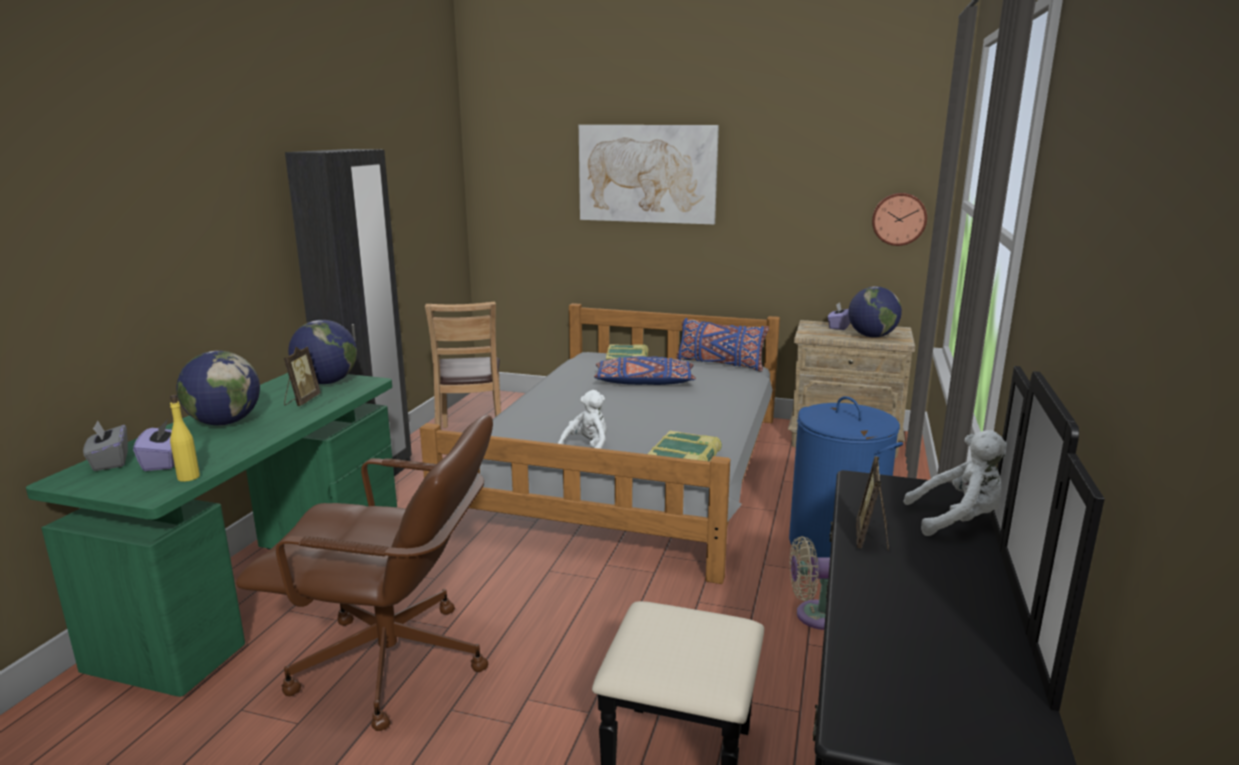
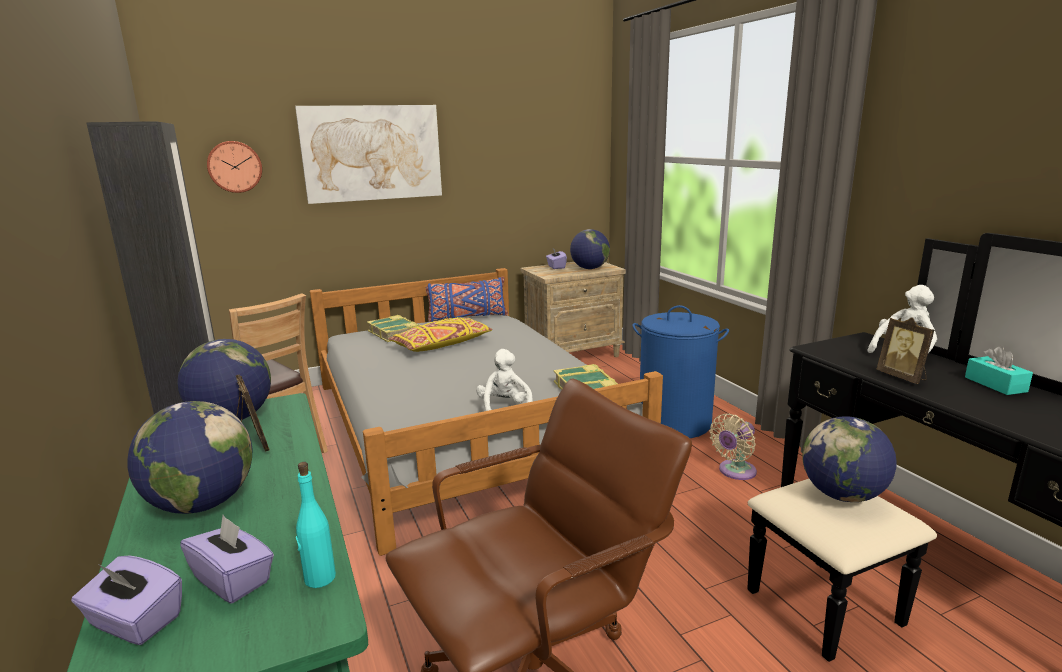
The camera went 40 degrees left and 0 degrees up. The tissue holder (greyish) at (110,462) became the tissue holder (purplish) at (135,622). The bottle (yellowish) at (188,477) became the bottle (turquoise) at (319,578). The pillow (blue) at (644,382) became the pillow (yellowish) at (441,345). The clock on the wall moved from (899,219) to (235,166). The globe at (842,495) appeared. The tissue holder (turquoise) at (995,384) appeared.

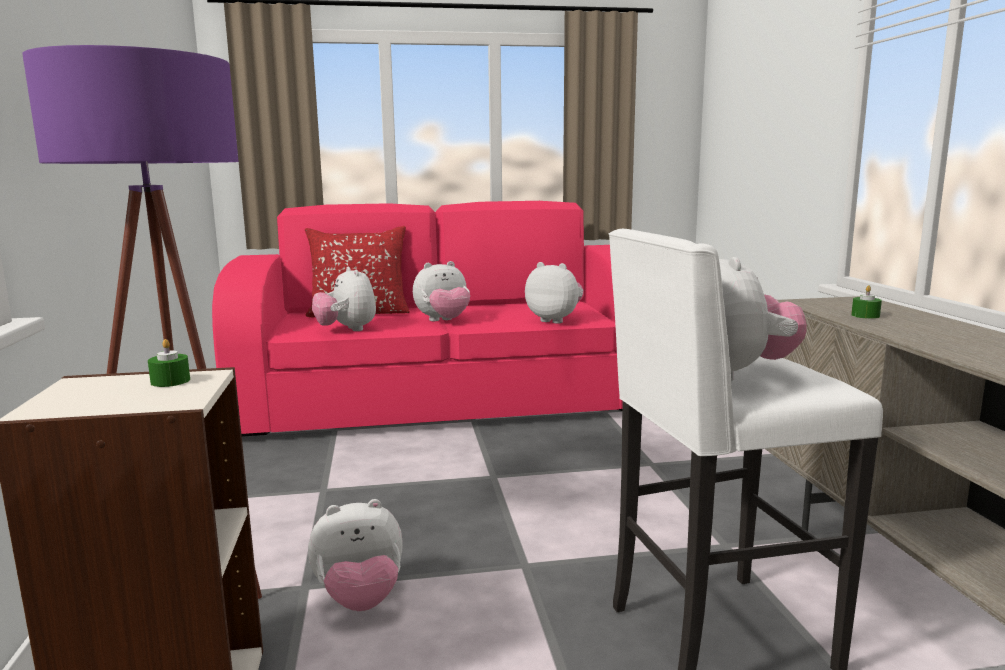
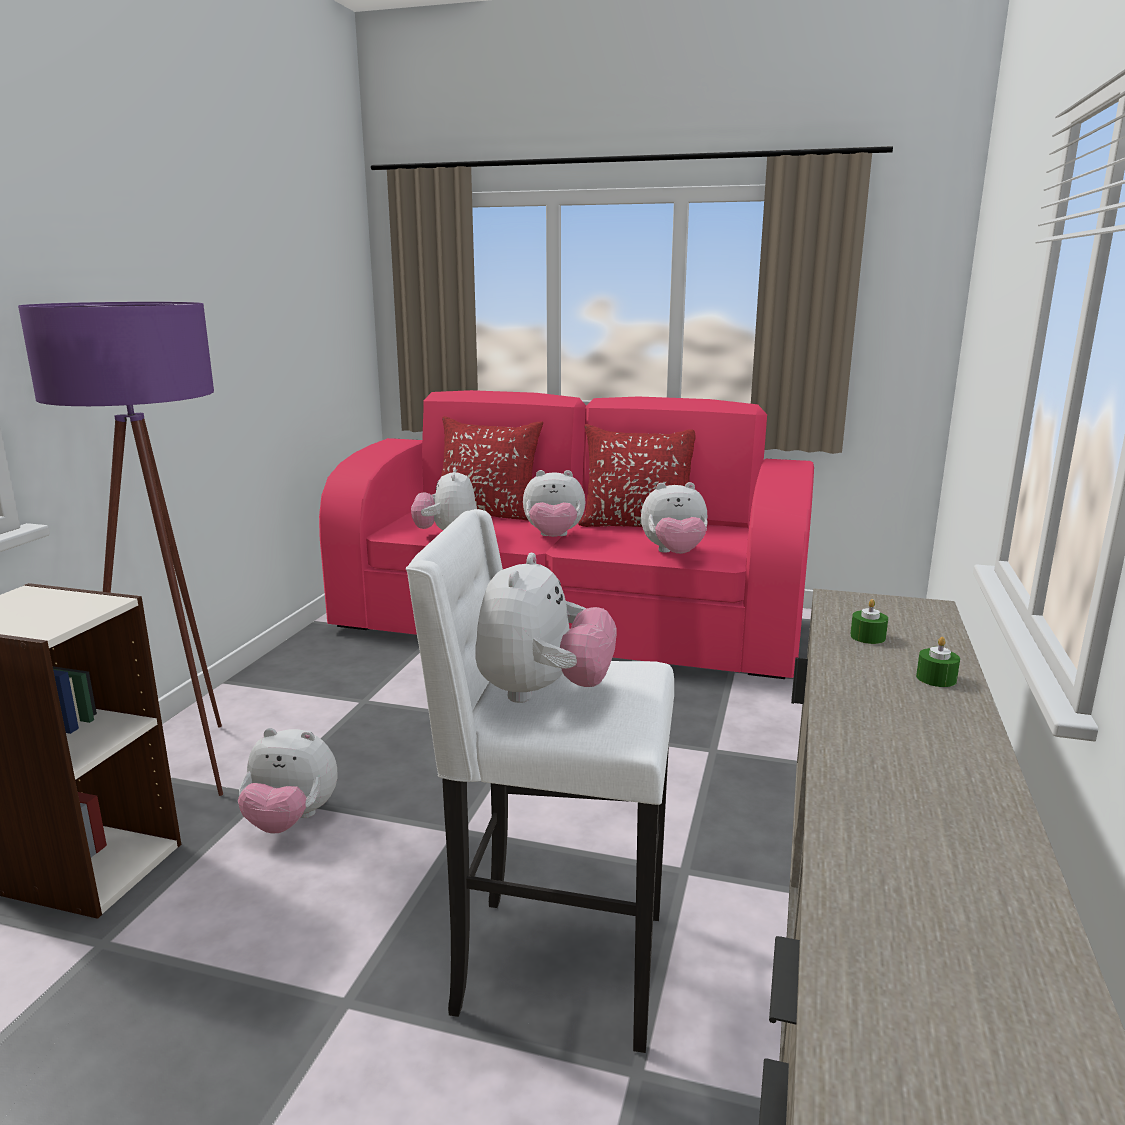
The camera went 25 degrees right and 5 degrees up. The candle (green) moved from (170,381) to (936,678). The plush toy at (555,320) turned 120 degrees clockwise. The pillow (reddish) at (637,525) appeared.

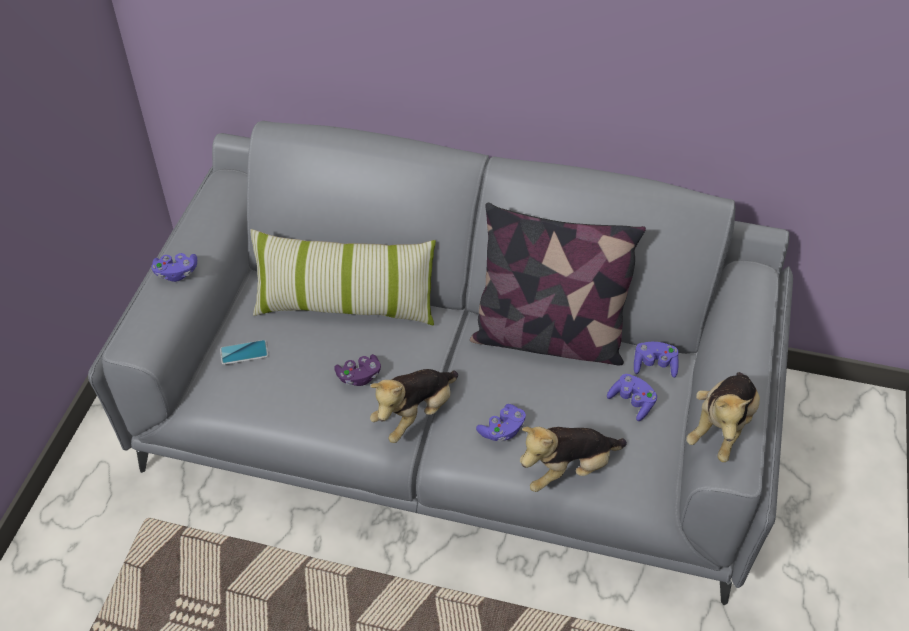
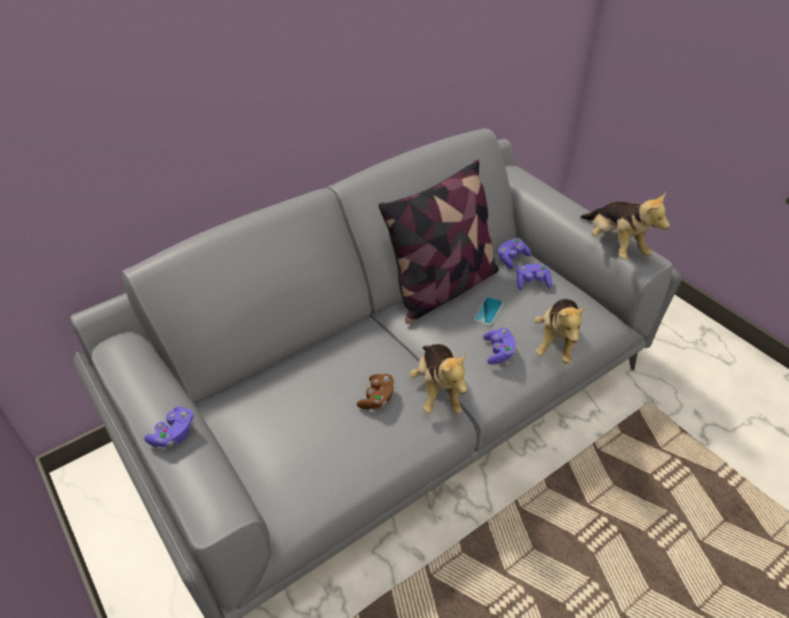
The camera went 50 degrees left and 5 degrees down. The telephone moved from (244,352) to (488,311). The pillow at (345,305) disappeared. The gamepad (purplish) at (359,376) became the gamepad (brownish) at (377,398).

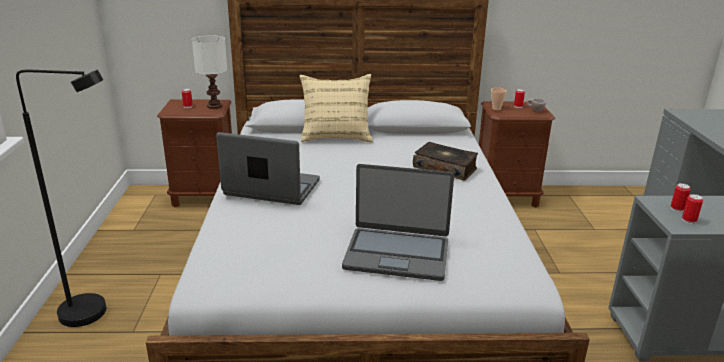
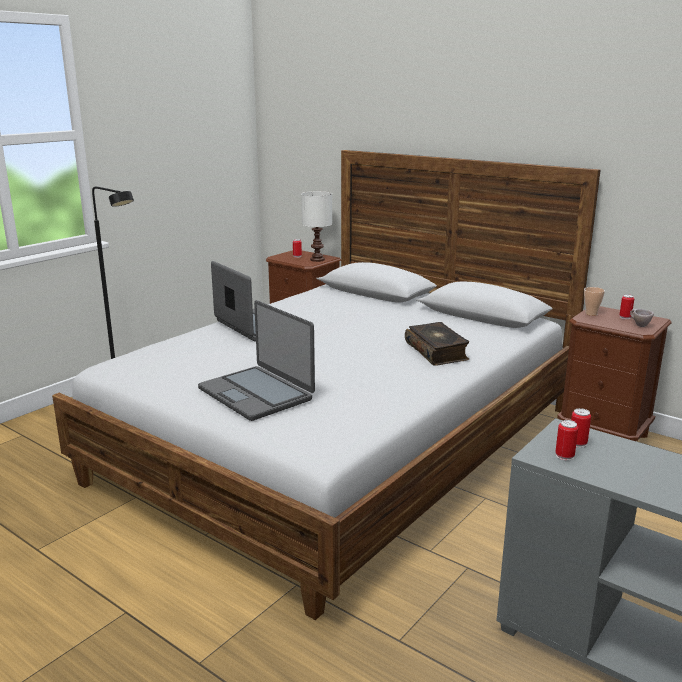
The camera went 40 degrees right and 5 degrees down. The pillow (beige-coloured) at (336,135) disappeared.

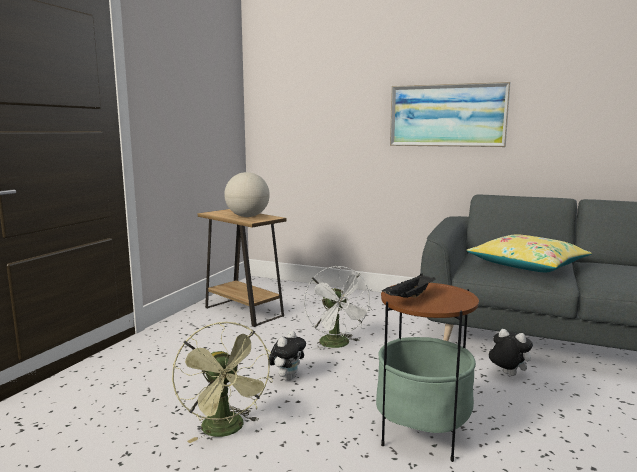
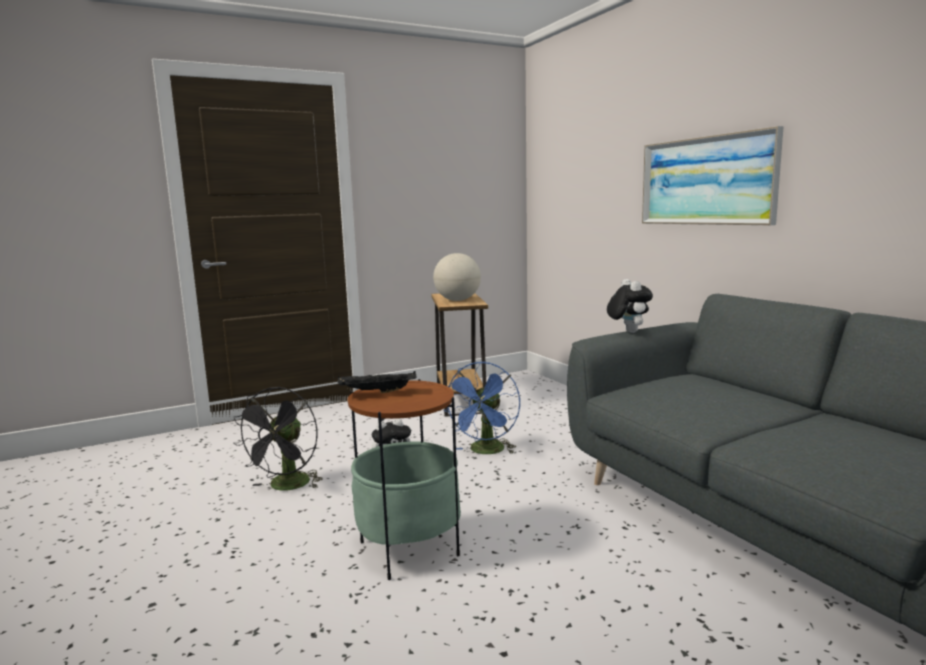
The camera went 40 degrees right and 0 degrees up. The fan (green) at (227,430) became the fan (blackish) at (286,487). The fan (white) at (338,345) became the fan (blue) at (486,451). The pillow (yellowish) at (527,265) disappeared. The plush toy moved from (507,375) to (627,331).

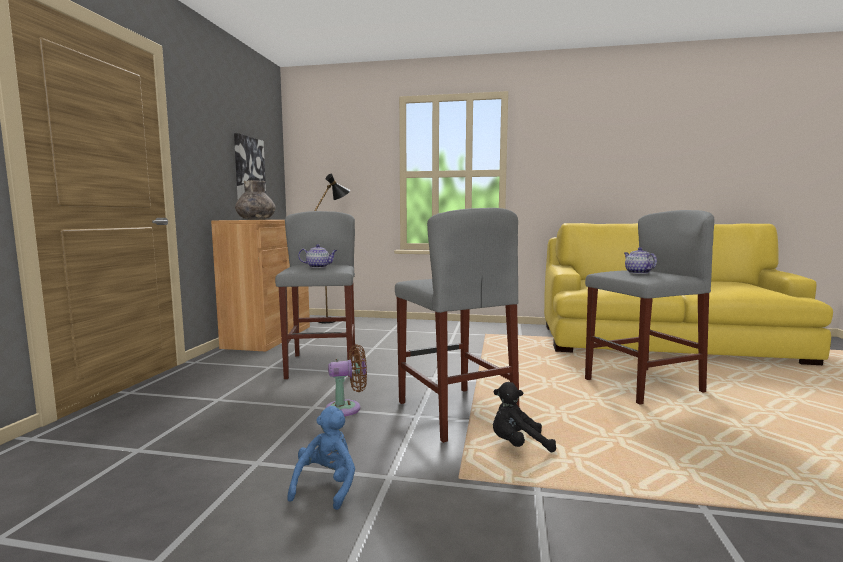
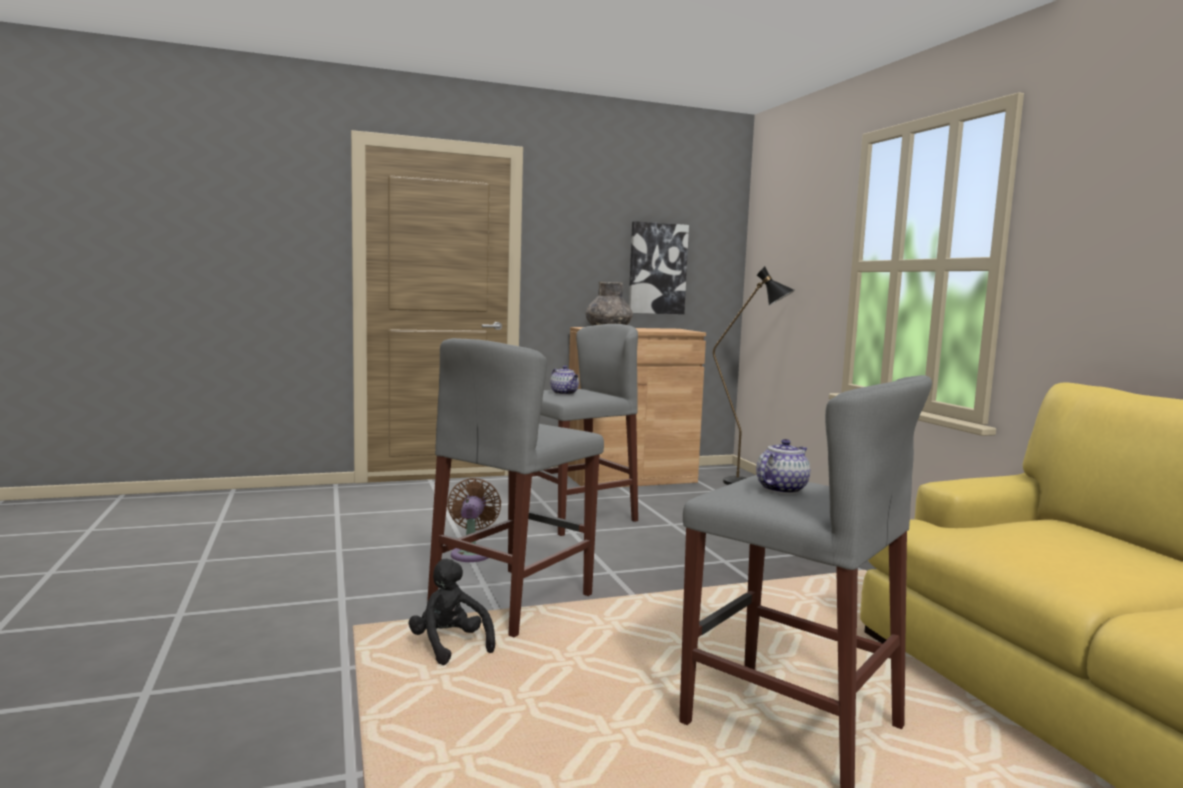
The camera went 60 degrees right and 0 degrees up. The plush toy (blue) at (326,485) disappeared. The fan (brownish) at (347,408) turned 135 degrees counterclockwise.

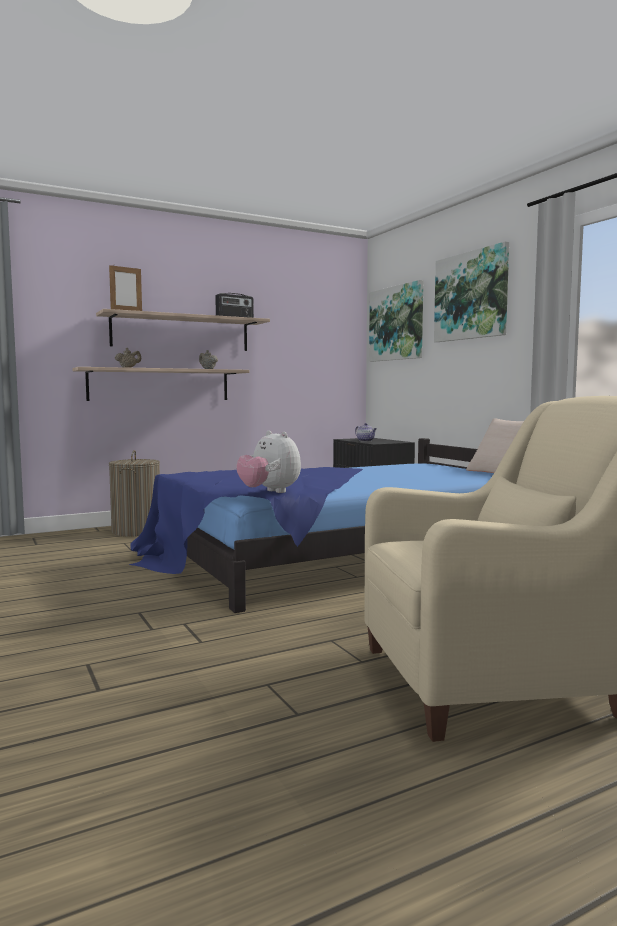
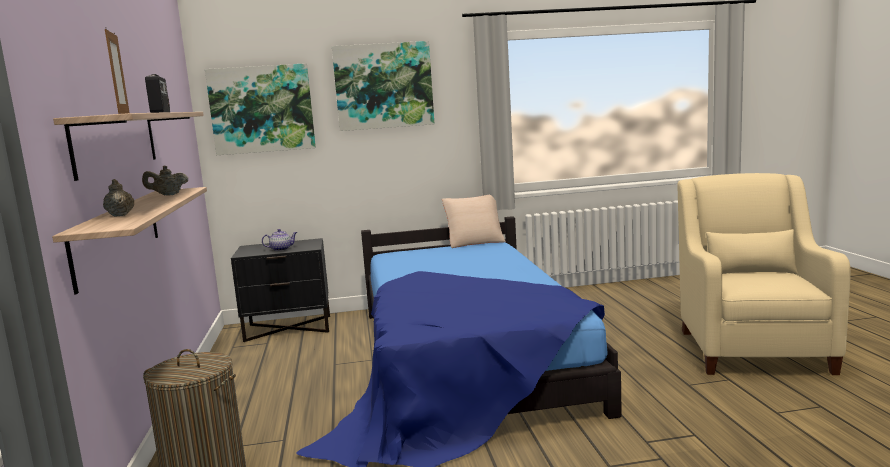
The camera went 70 degrees left and 5 degrees up. The plush toy at (269,492) disappeared.

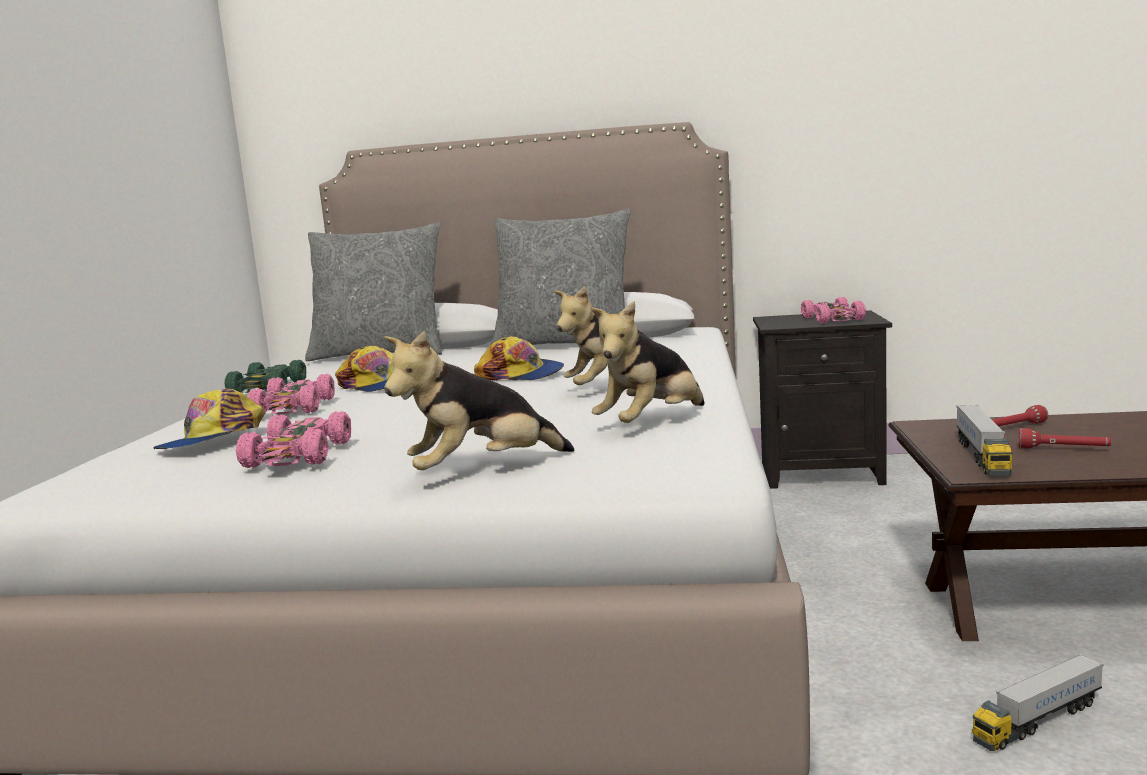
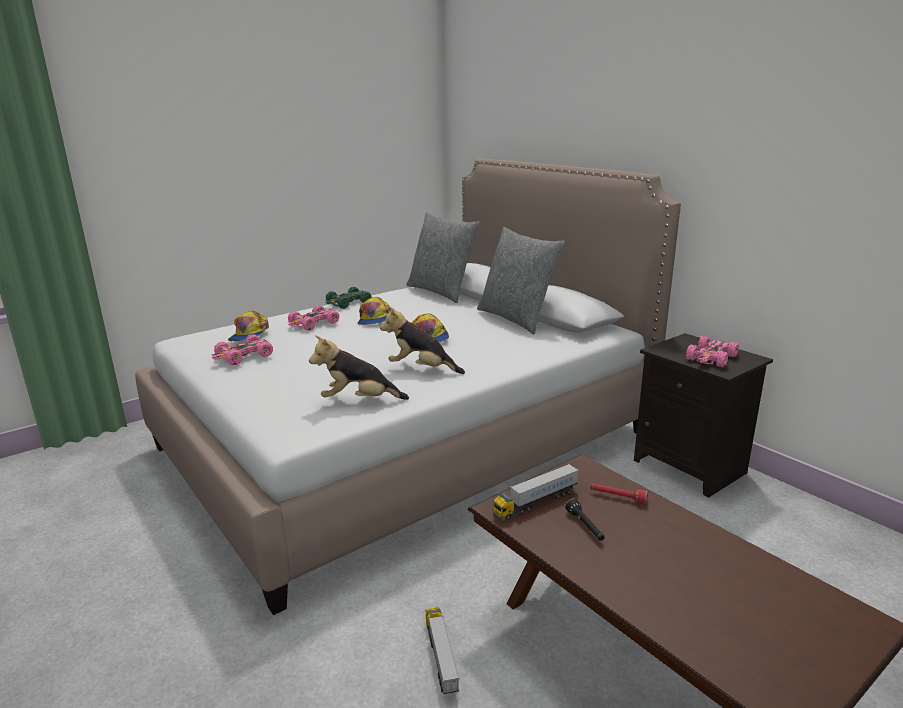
The camera went 45 degrees right and 10 degrees up. The cap at (213,441) turned 75 degrees counterclockwise. The plush toy at (482,471) disappeared. The toy truck at (1037,721) turned 60 degrees clockwise. The hand torch (reddish) at (1063,449) became the hand torch (blackish) at (585,526).

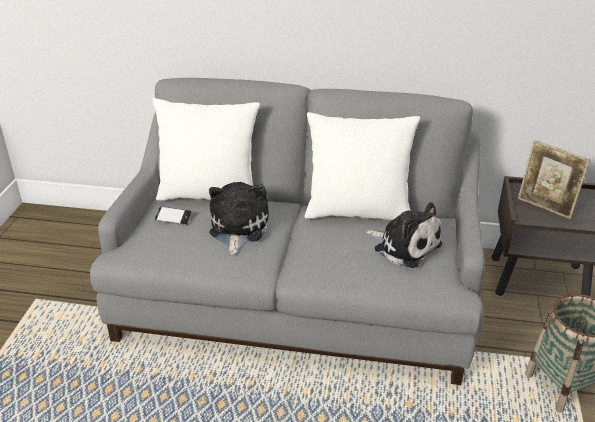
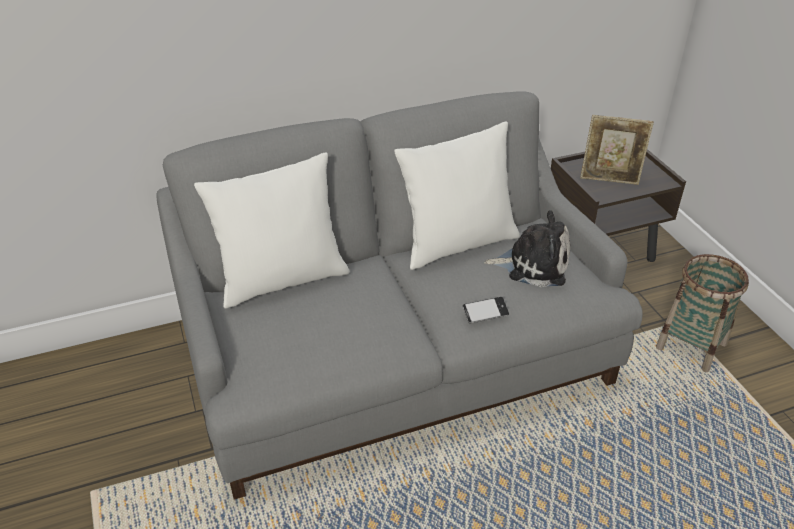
The camera went 30 degrees left and 5 degrees up. The telephone moved from (173,218) to (485,313). The plush toy at (237,228) disappeared.

